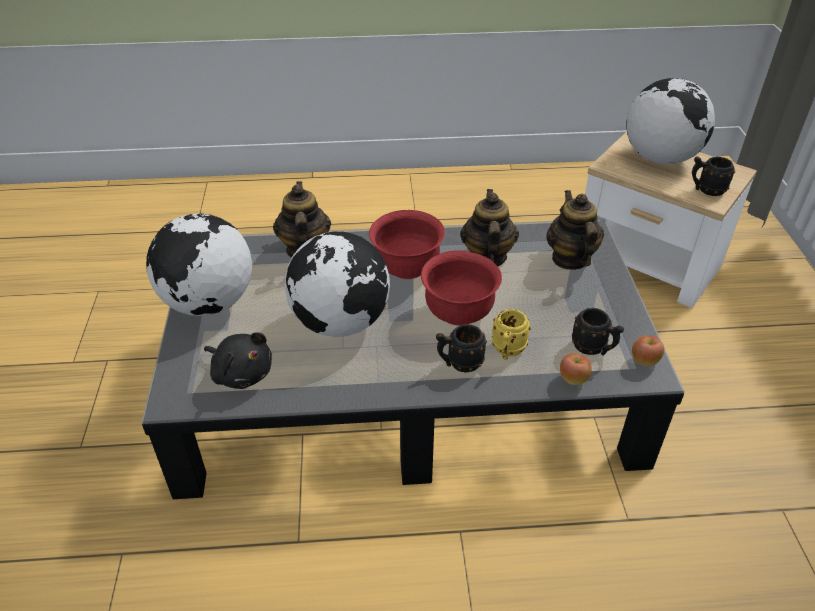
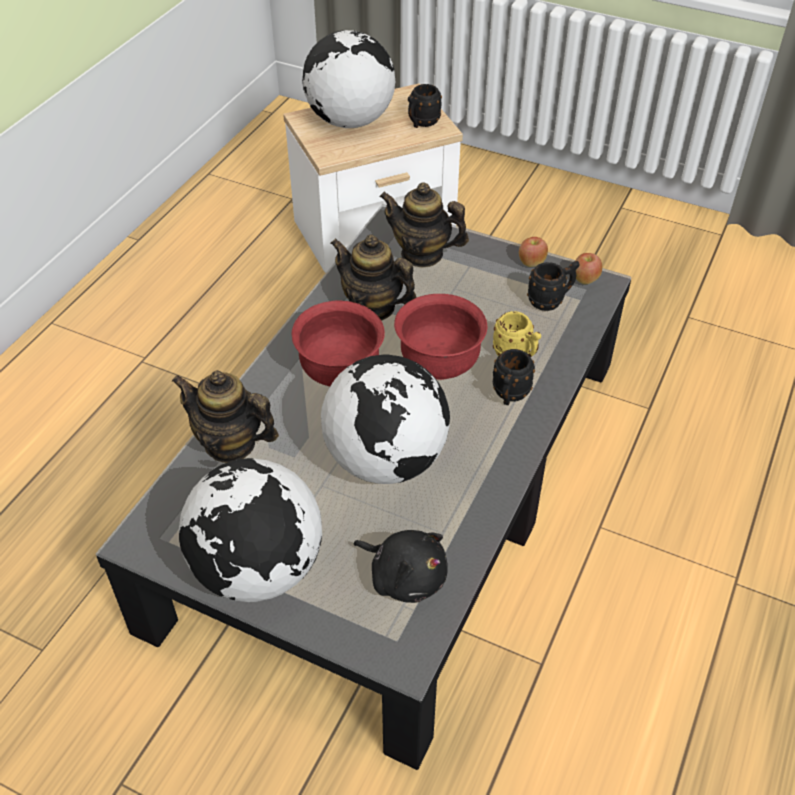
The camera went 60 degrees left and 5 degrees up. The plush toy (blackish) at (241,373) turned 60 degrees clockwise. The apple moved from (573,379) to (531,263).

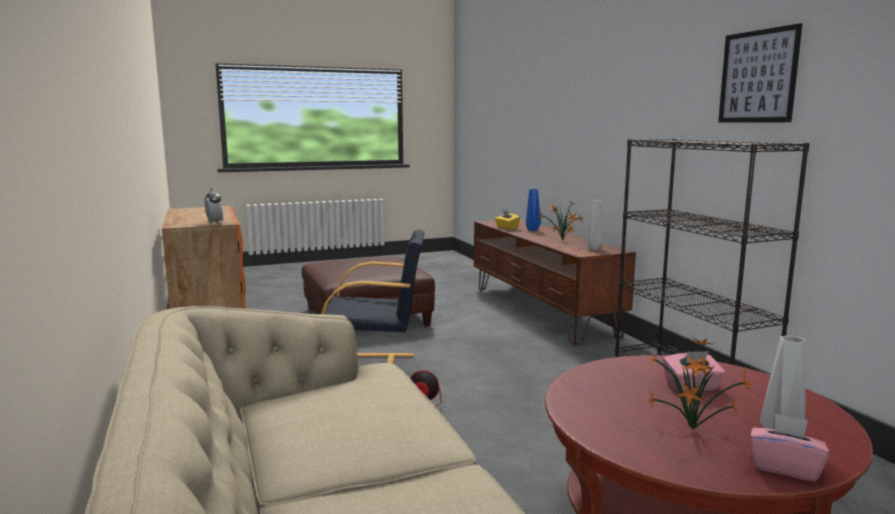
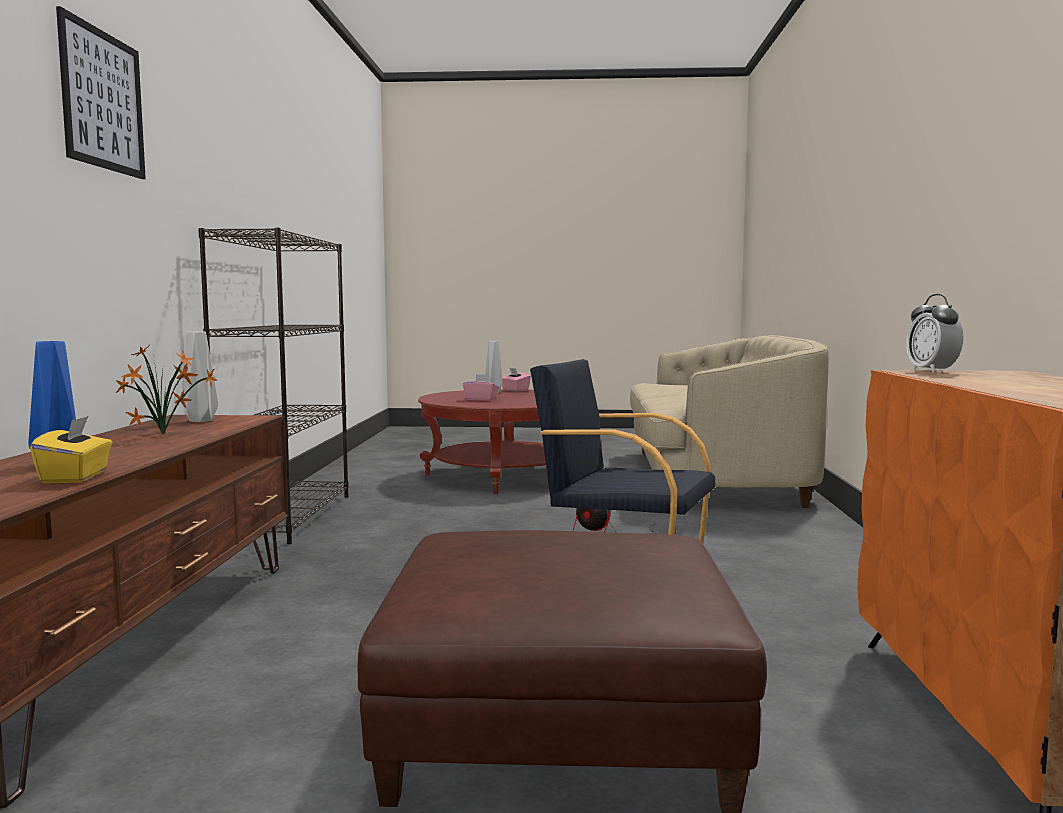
The camera went 155 degrees left and 5 degrees down. The potted plant at (695,431) disappeared. The picture moved from (758,76) to (103,100).

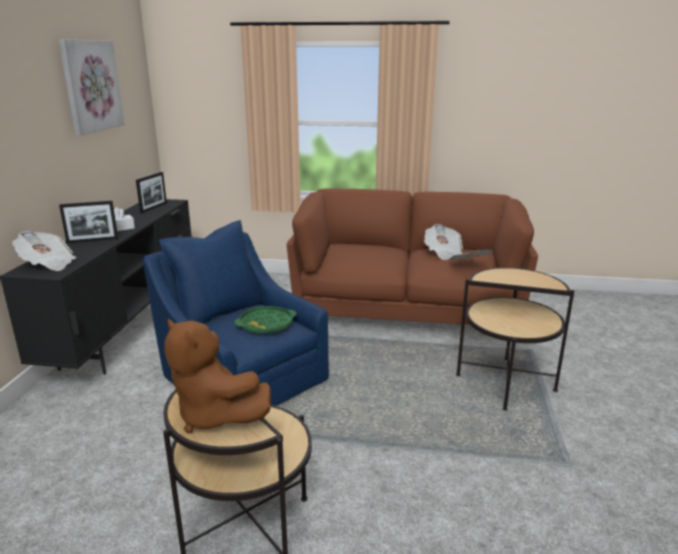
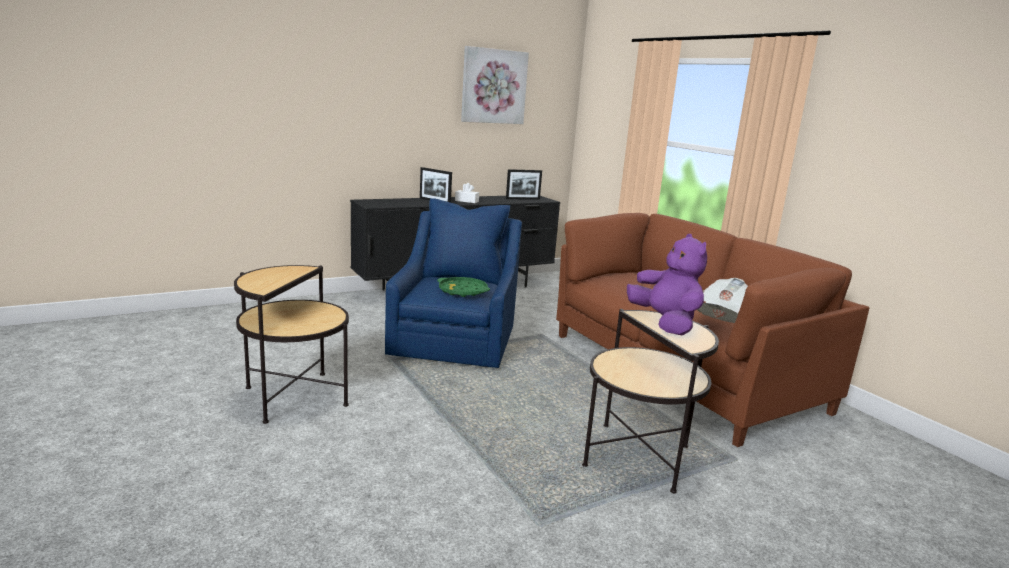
The camera went 50 degrees right and 5 degrees down. The newspaper at (47,264) disappeared. The plush toy (brownish) at (214,416) disappeared. The plush toy (purplish) at (665,323) appeared.

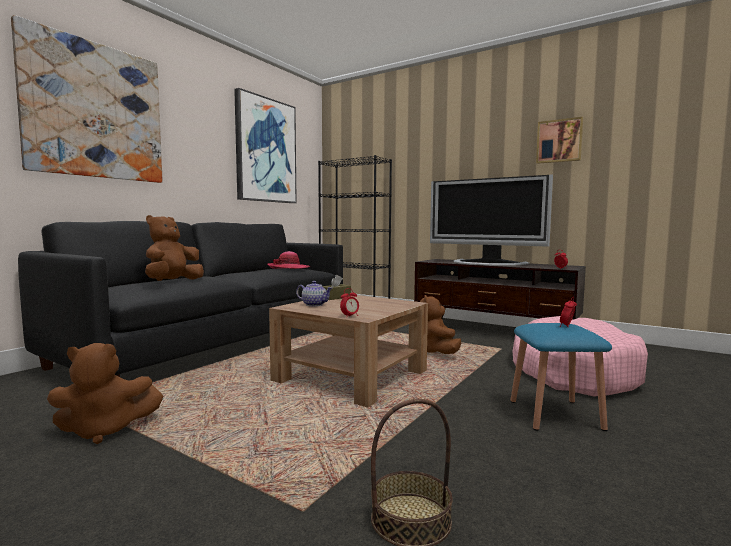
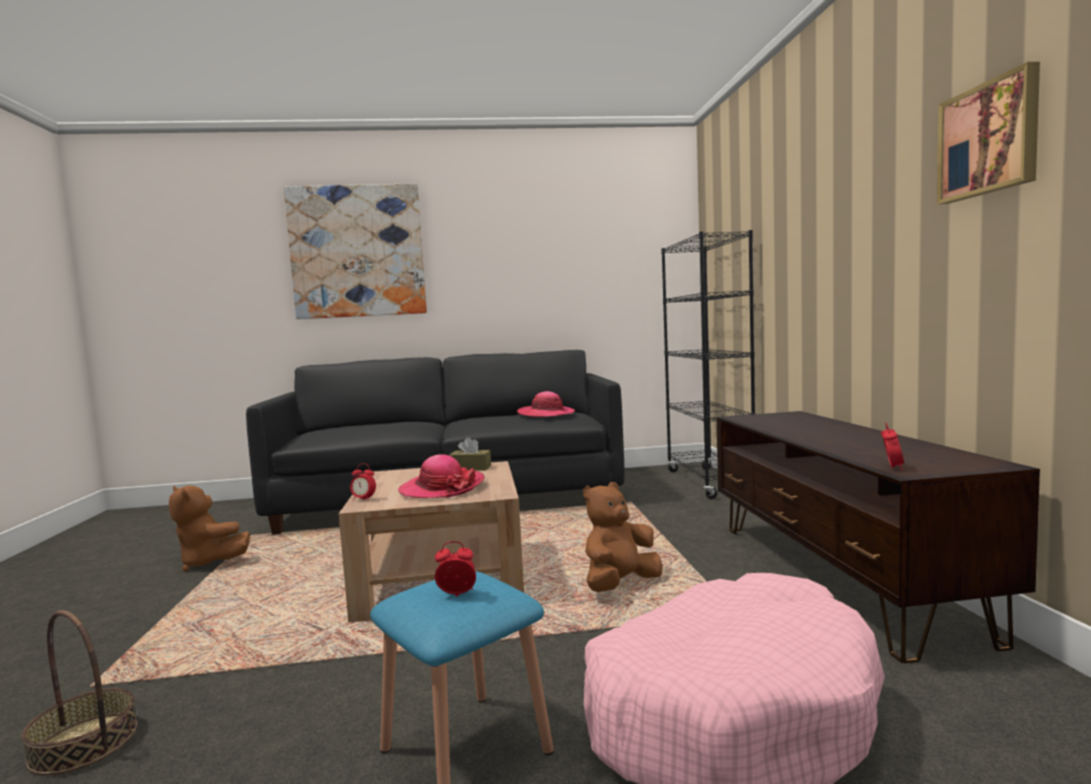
The camera went 50 degrees right and 0 degrees up. The plush toy (brownish) at (173,282) disappeared. The picture at (265,150) disappeared. The teapot at (314,304) disappeared. The TV at (486,263) disappeared. The hat at (441,488) appeared.

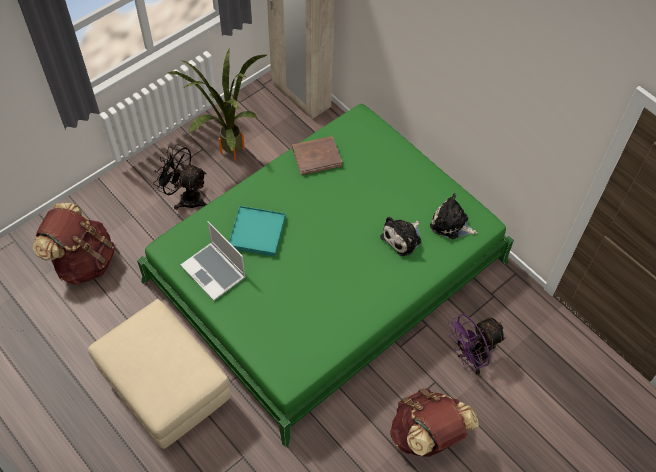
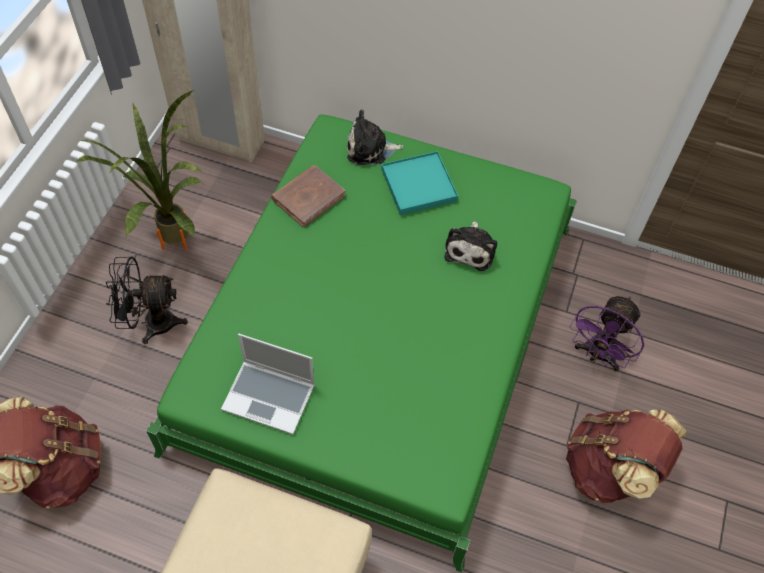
The camera went 30 degrees left and 0 degrees up. The carrying tray (turquoise) moved from (257,232) to (418,185). The plush toy moved from (451,224) to (370,149).

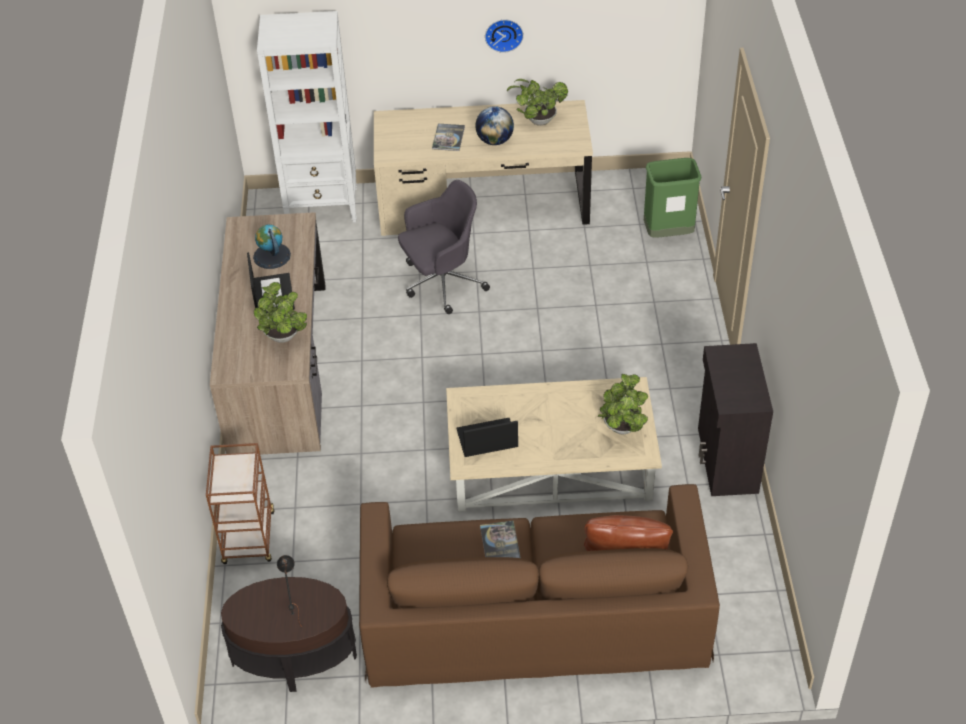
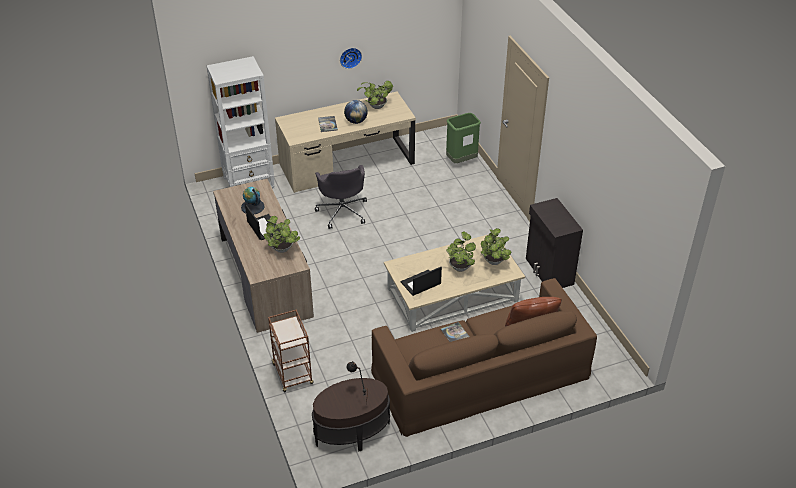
The camera went 20 degrees left and 5 degrees down. The computer chair (greyish) at (442,283) turned 120 degrees clockwise. The potted plant at (460,266) appeared.

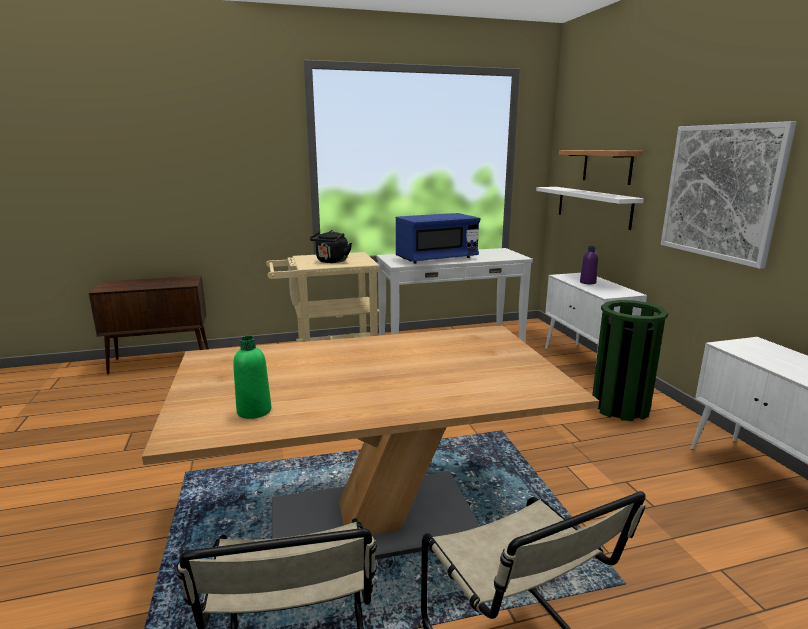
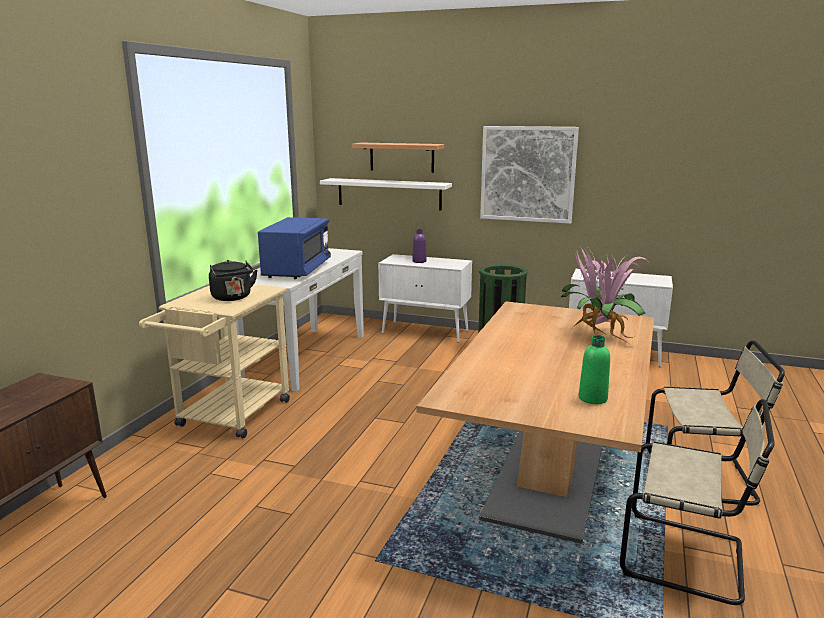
The camera went 55 degrees left and 0 degrees up. The potted plant at (599,334) appeared.

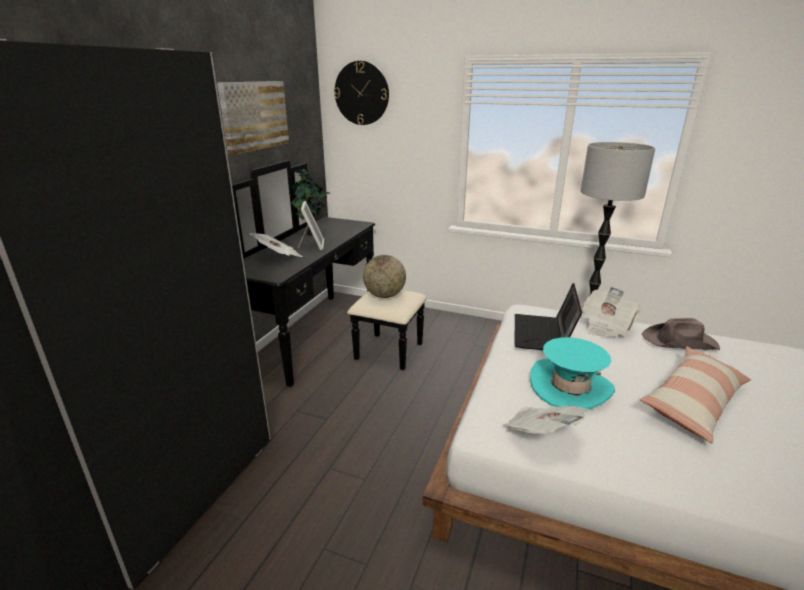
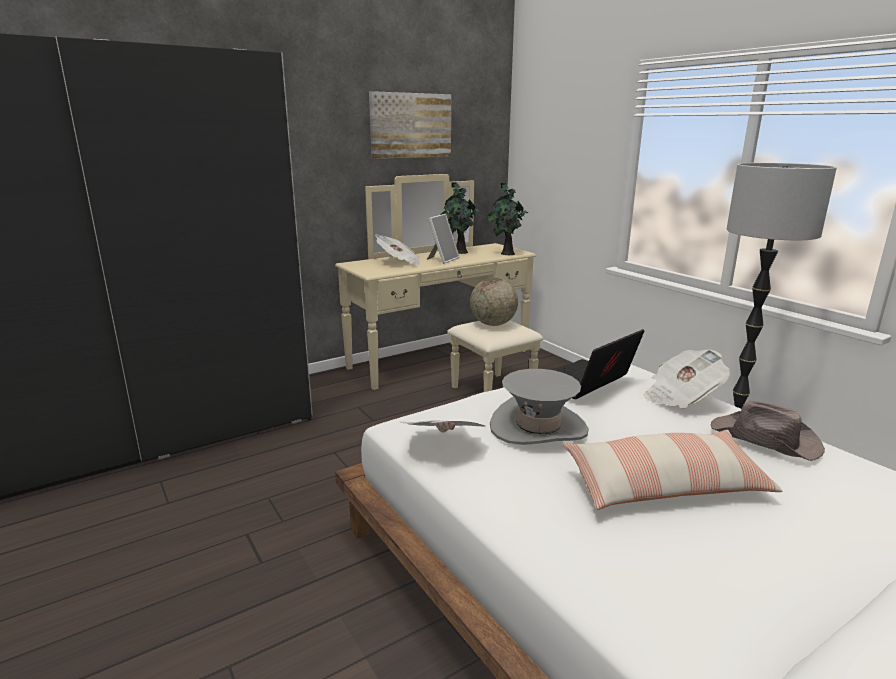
The camera went 35 degrees right and 5 degrees down. The drawer chest (blackish) at (331,338) became the drawer chest (beige-coloured) at (451,365). The clock on the wall at (361,93) disappeared. The hat (turquoise) at (570,387) became the hat (greyish) at (538,427). The potted plant at (506,253) appeared.

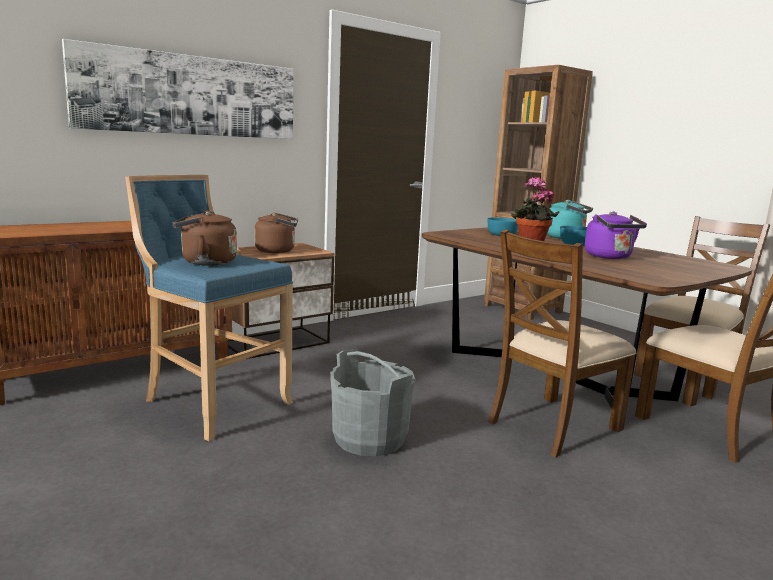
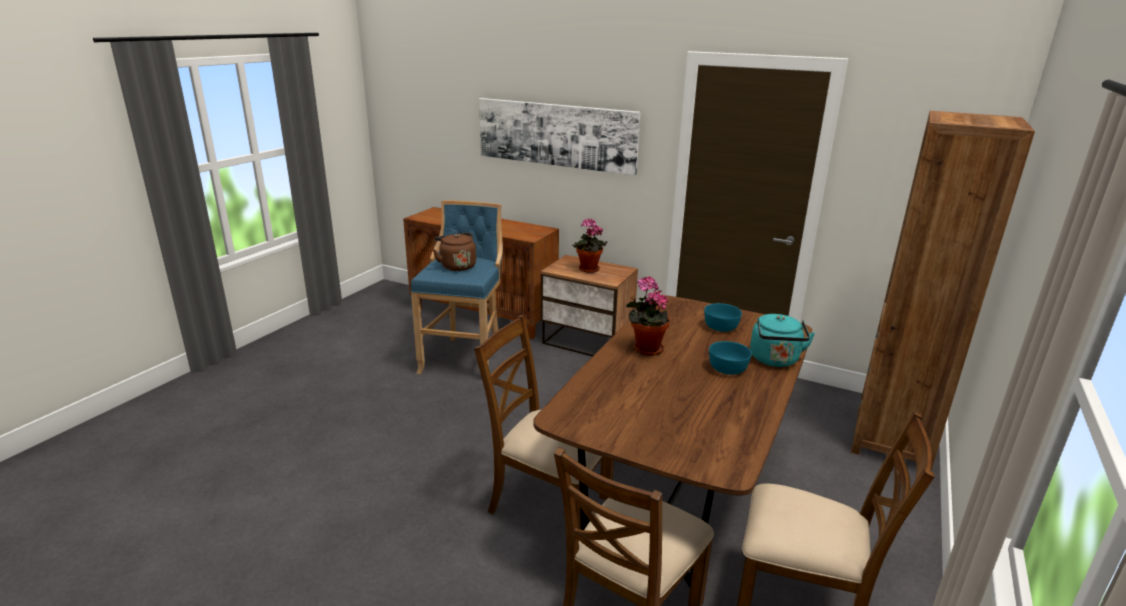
The camera went 65 degrees right and 10 degrees up. The tea kettle (brownish) at (278,251) was replaced by the potted plant at (588,270). The bucket (greyish) at (369,438) disappeared. The tea kettle (purplish) at (610,257) disappeared.

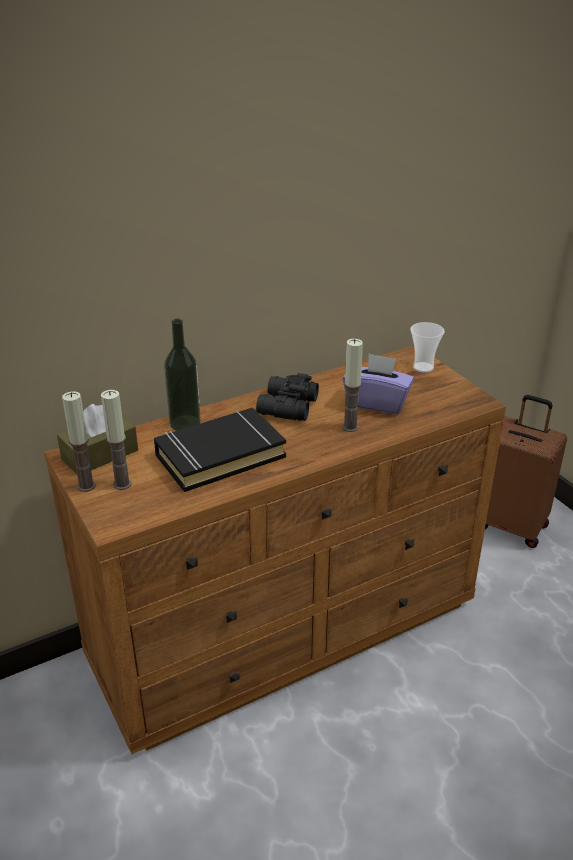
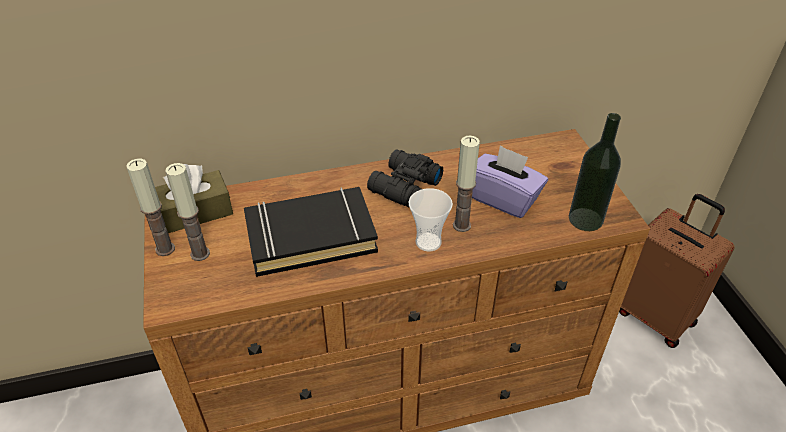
The camera went 15 degrees right and 10 degrees up. The bottle moved from (185,423) to (585,219). The drinking cup moved from (423,367) to (428,242).

